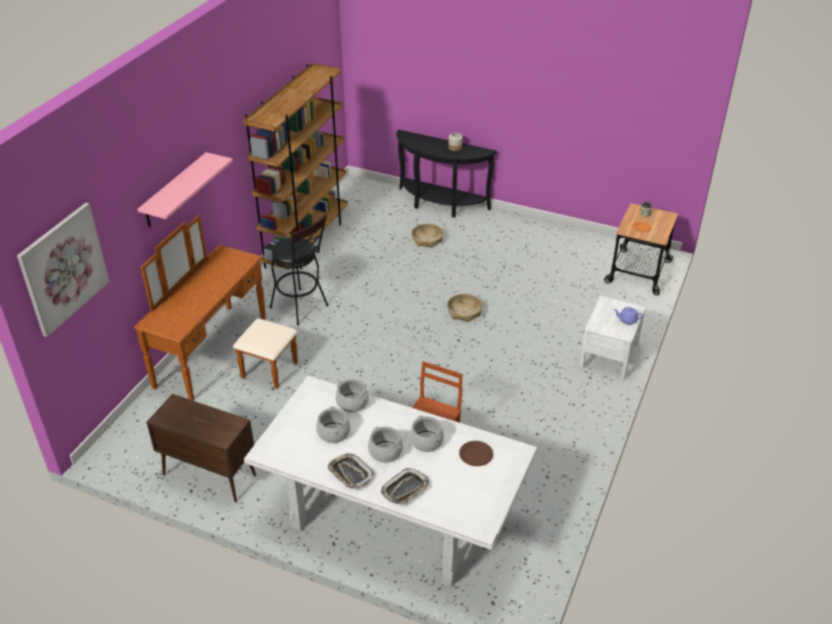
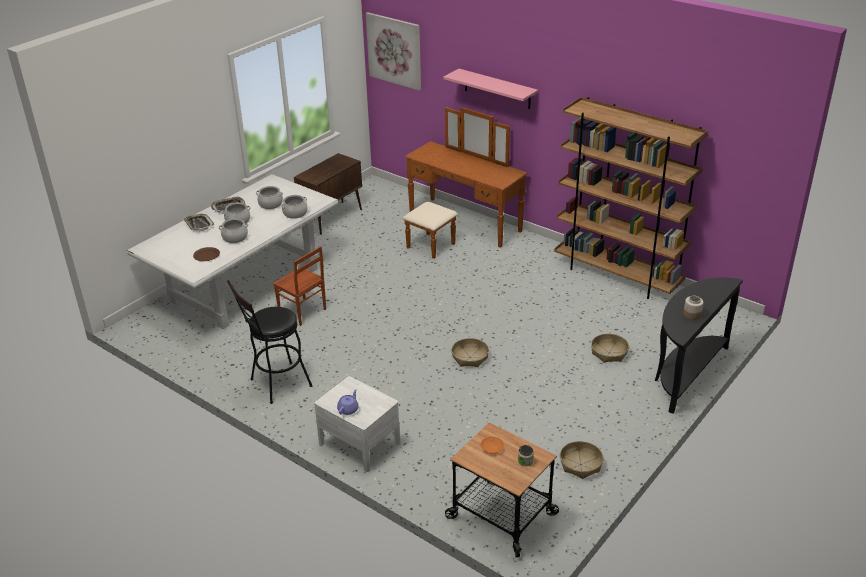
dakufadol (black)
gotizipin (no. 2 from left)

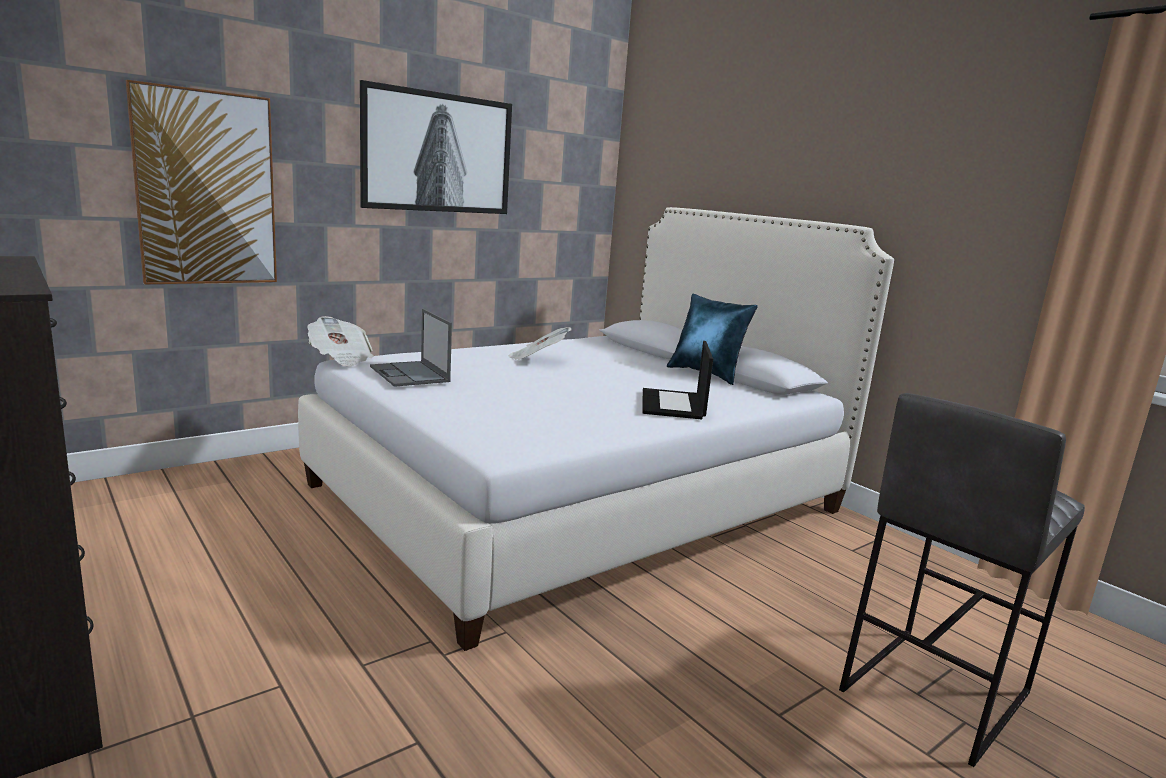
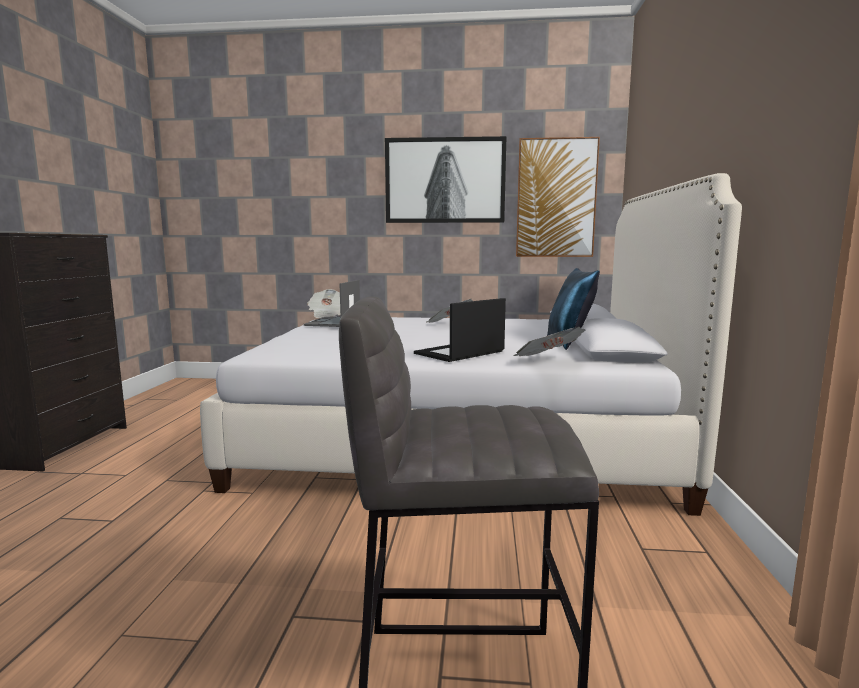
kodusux (no. 2 from left)
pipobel (no. 3 from left)

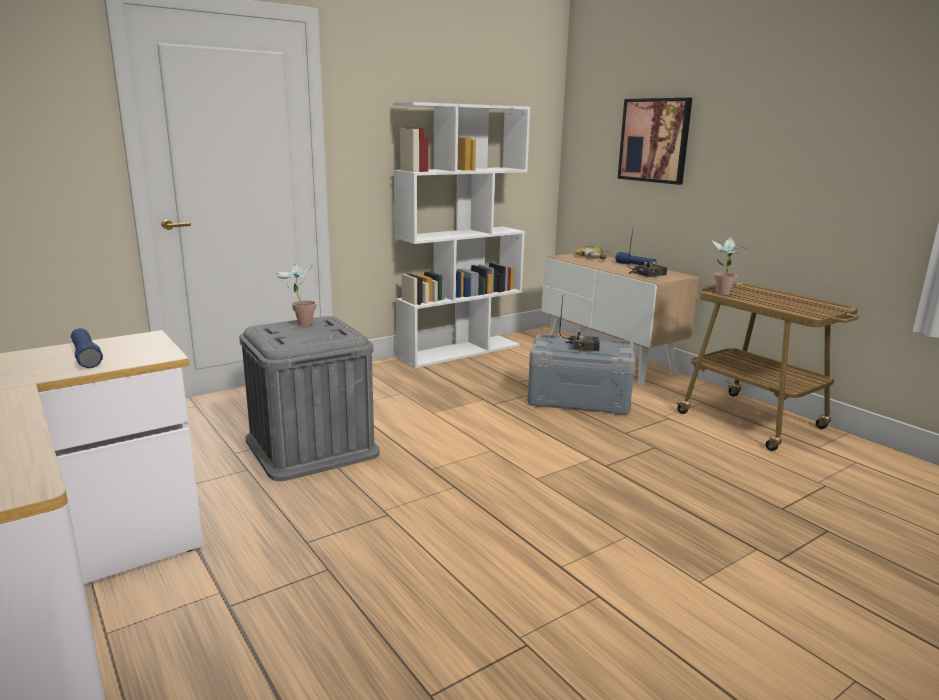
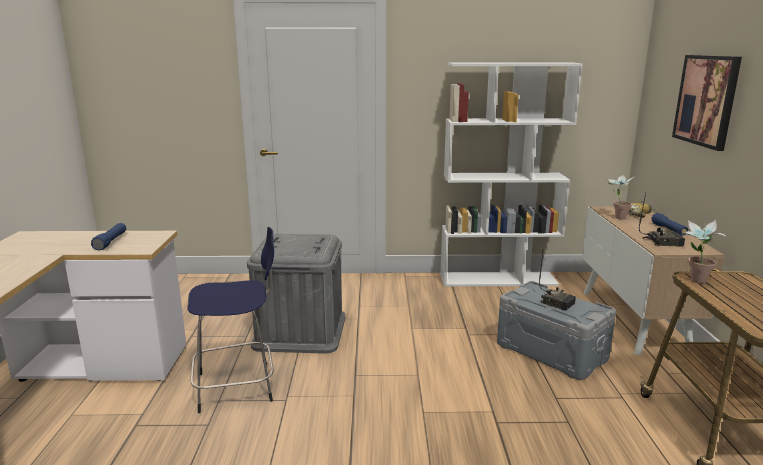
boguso (no. 1 from left)
dakufadol (blue)

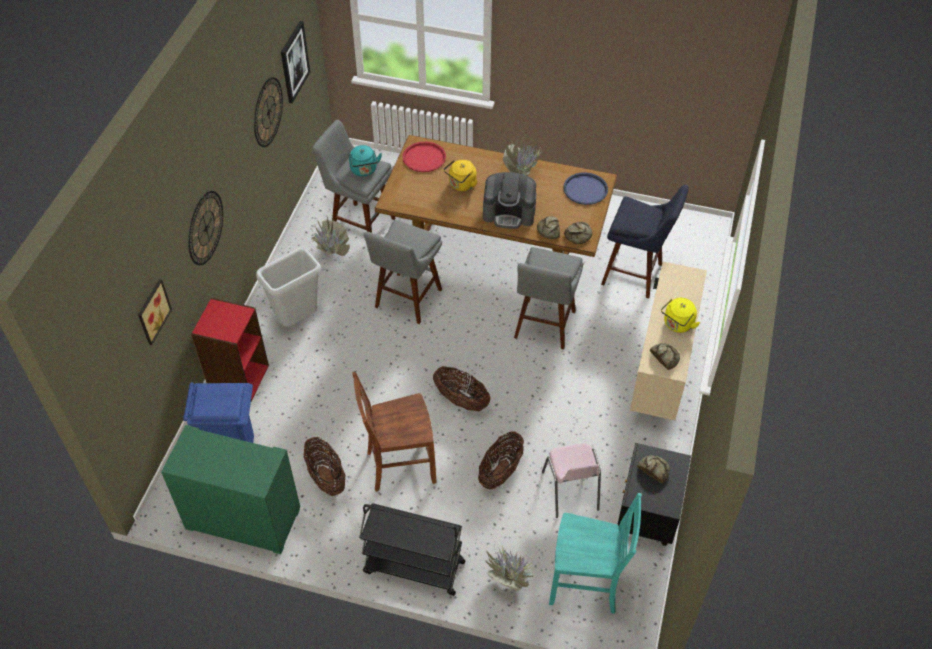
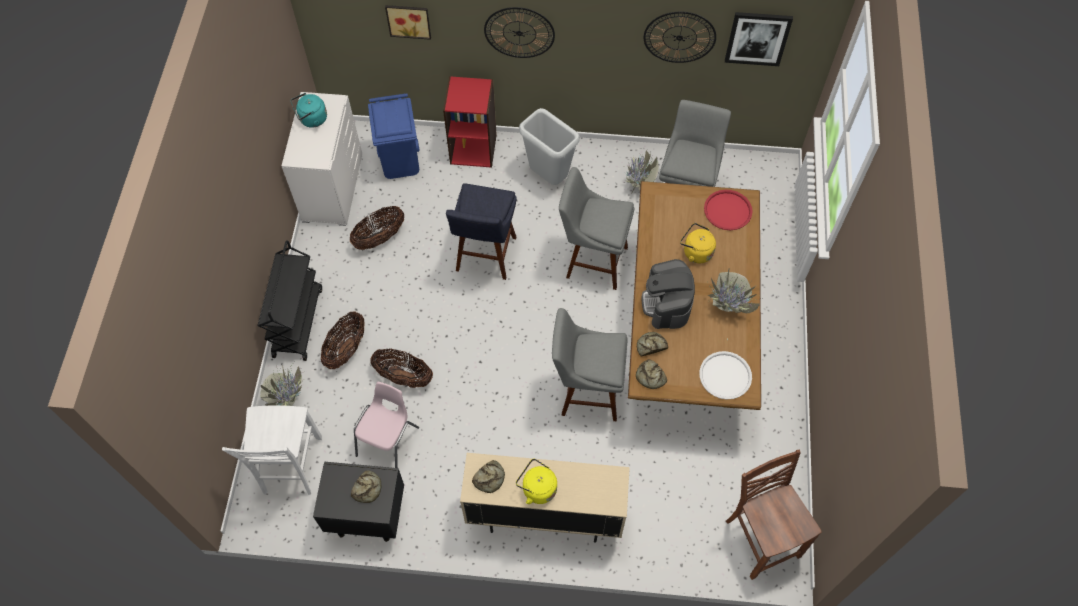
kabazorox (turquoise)
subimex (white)
dakufadol (blue)
gotizipin (no. 1 from left)
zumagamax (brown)
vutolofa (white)
zumagamax (pink)
zumagamax (white)

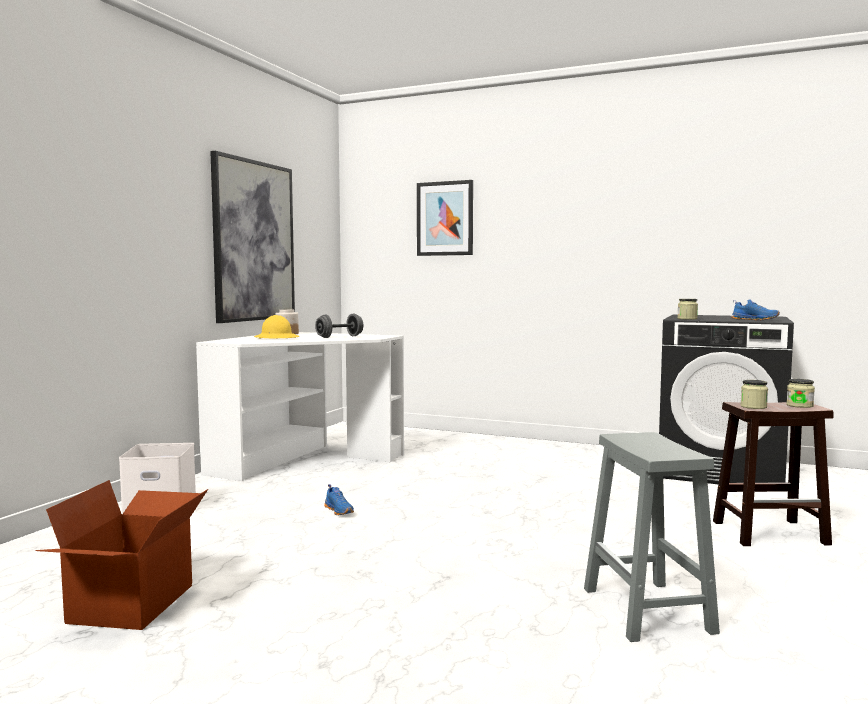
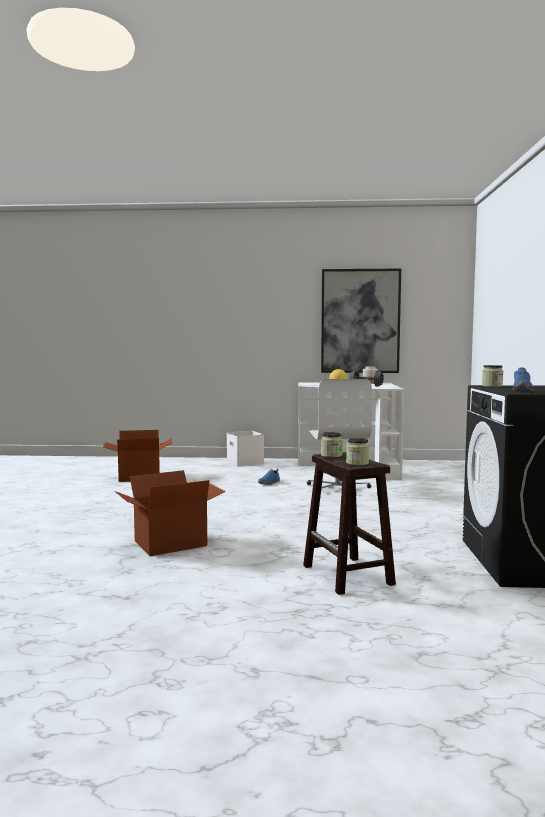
kodusux (no. 2 from left in the first image)
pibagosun (no. 2 from left)
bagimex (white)

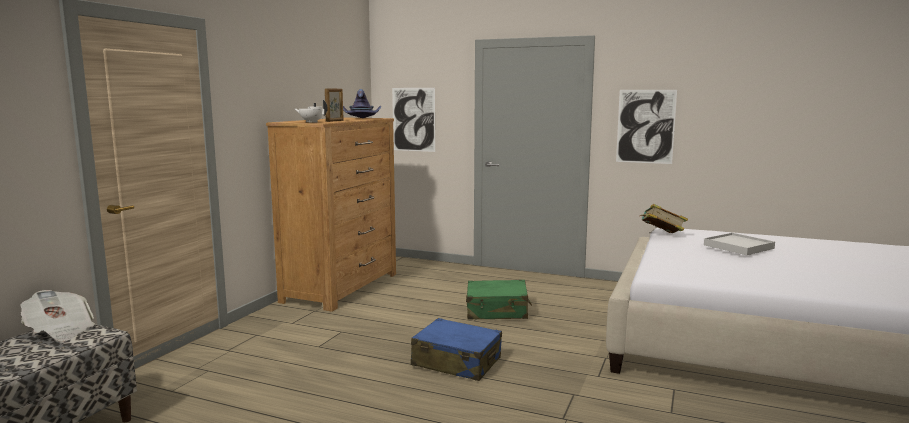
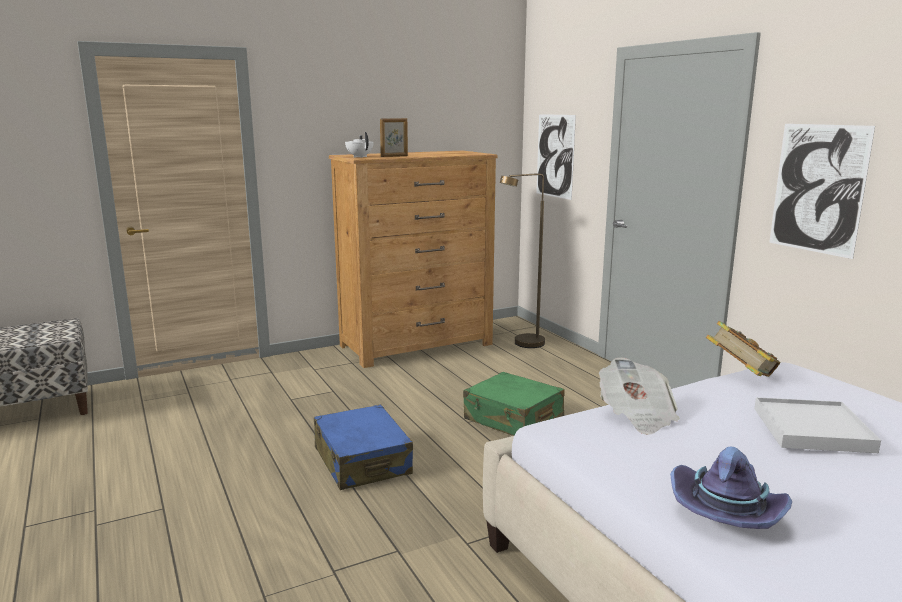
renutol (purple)
pipobel
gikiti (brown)

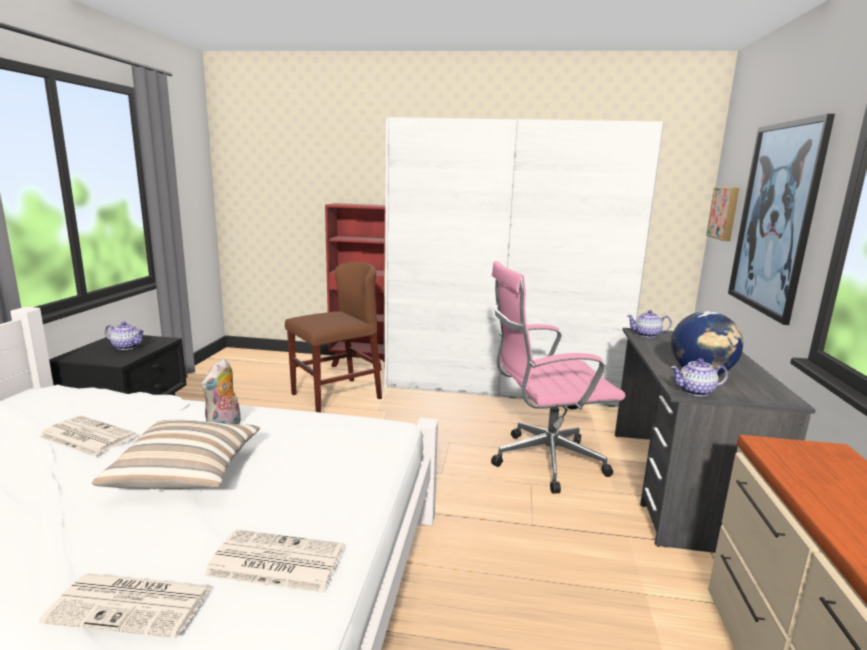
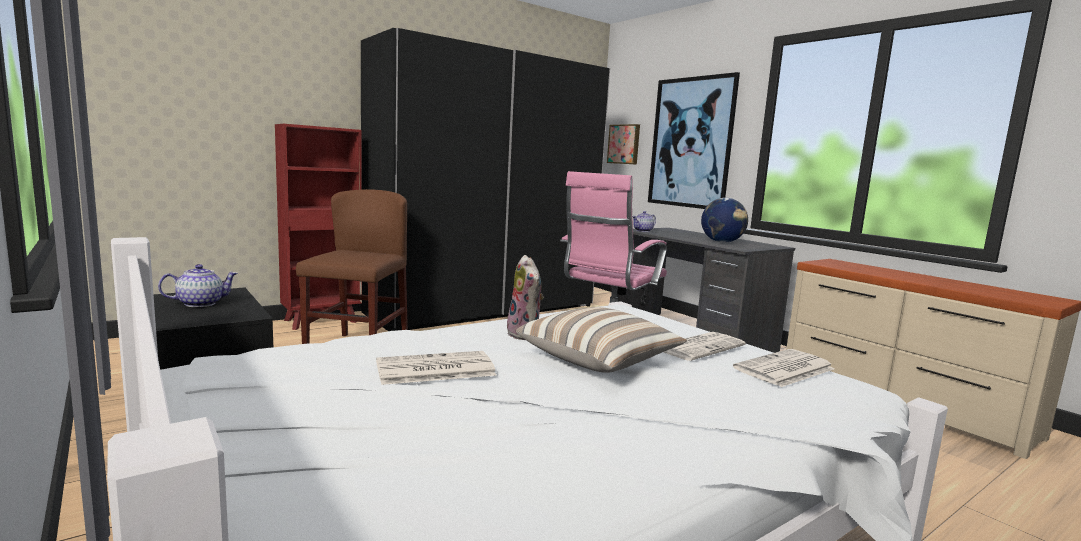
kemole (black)
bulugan (no. 3 from left in the first image)
pipobel (no. 2 from left)

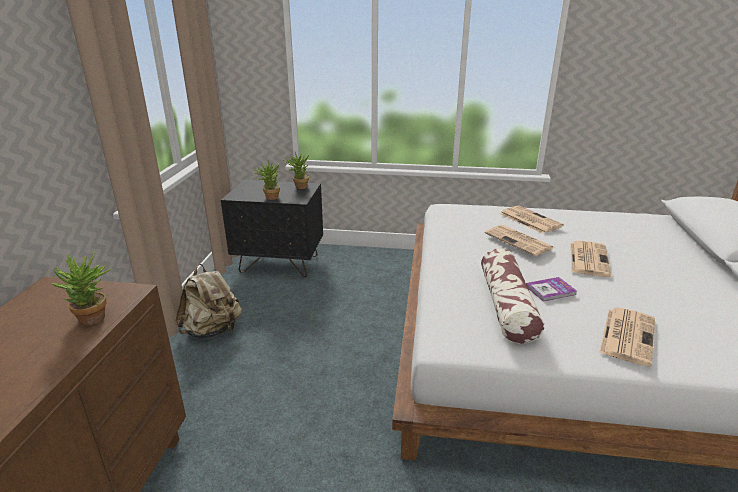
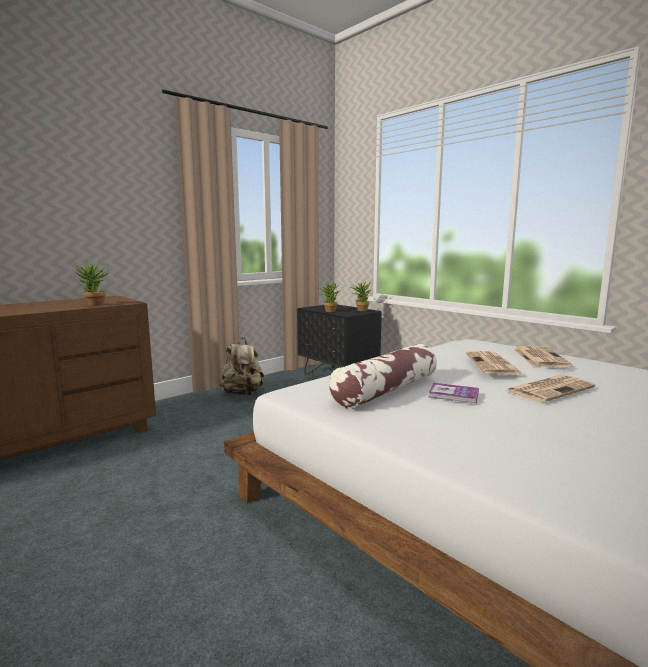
pipobel (no. 4 from left in the first image)

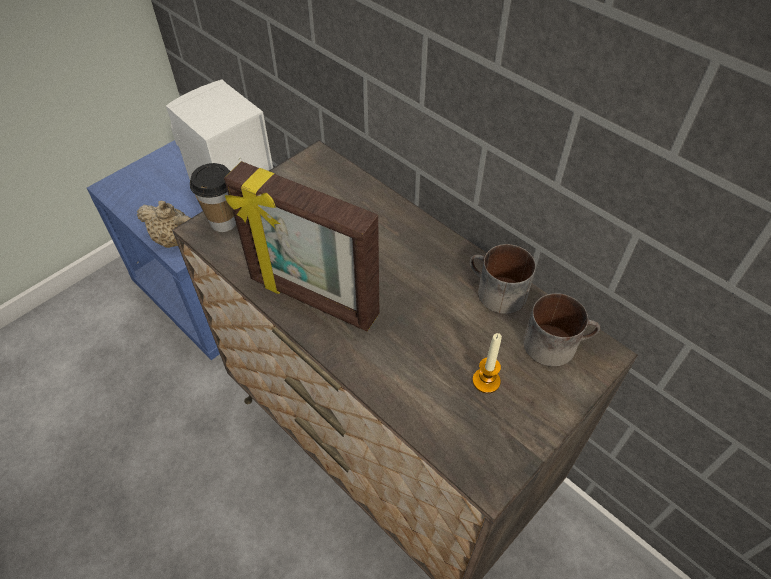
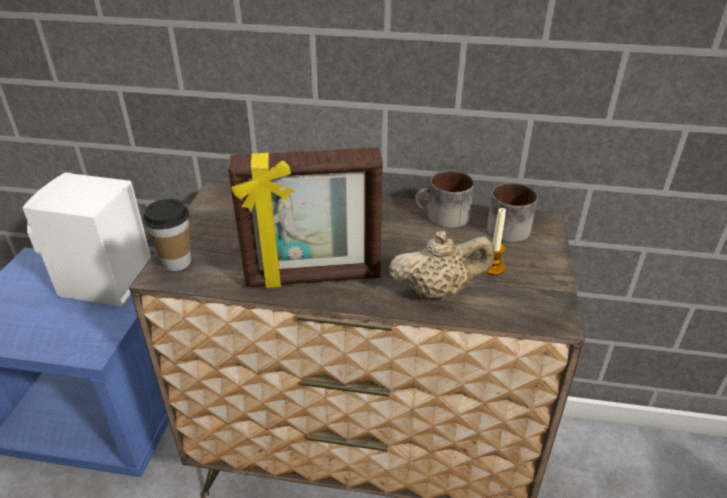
bulugan (beige)

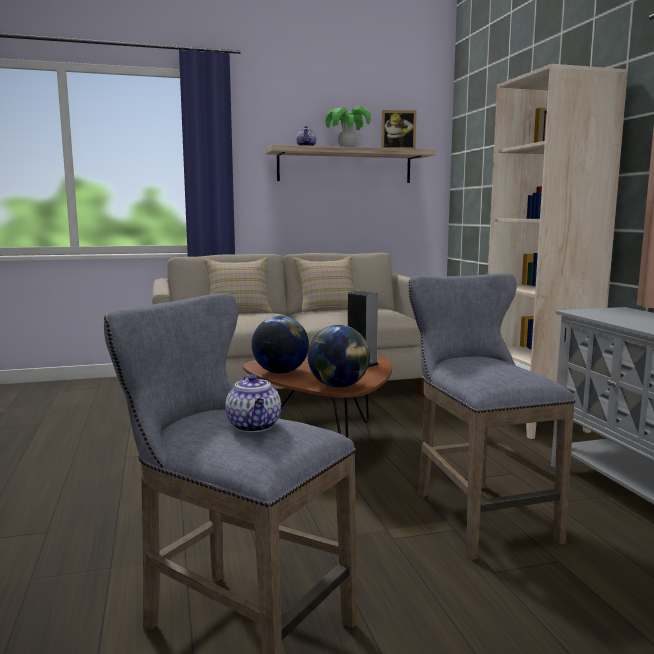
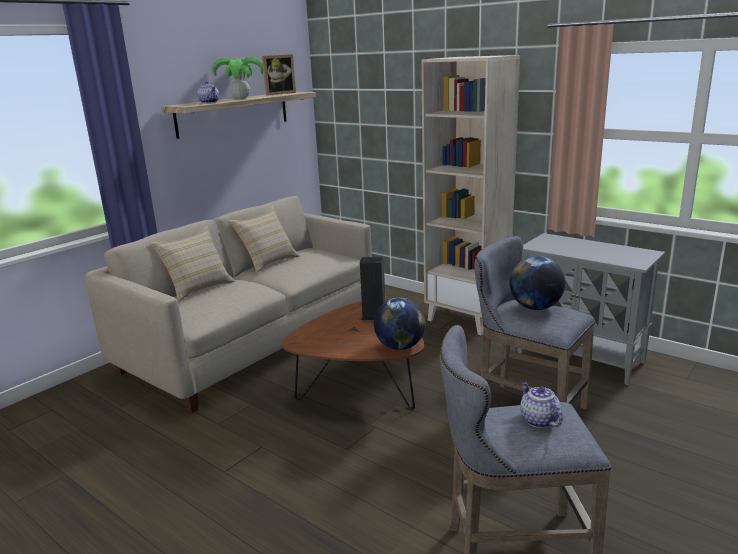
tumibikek (no. 2 from left)
bulugan (no. 2 from left)

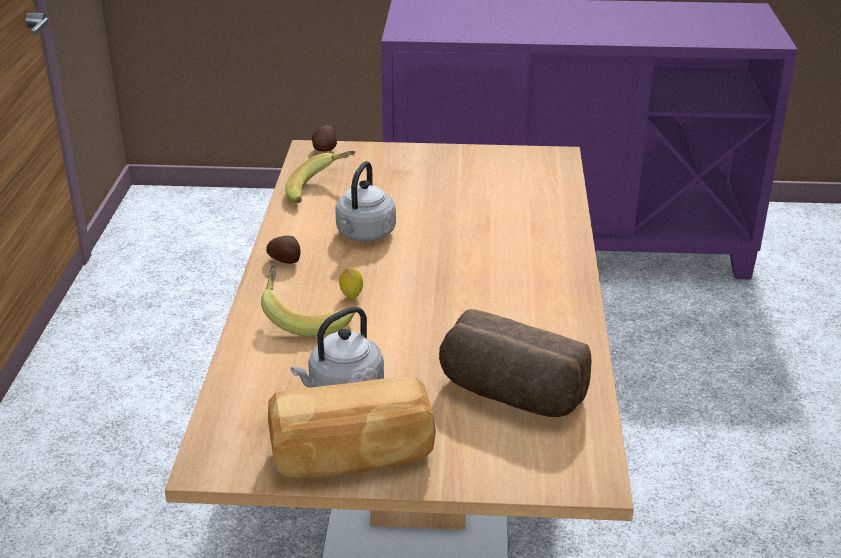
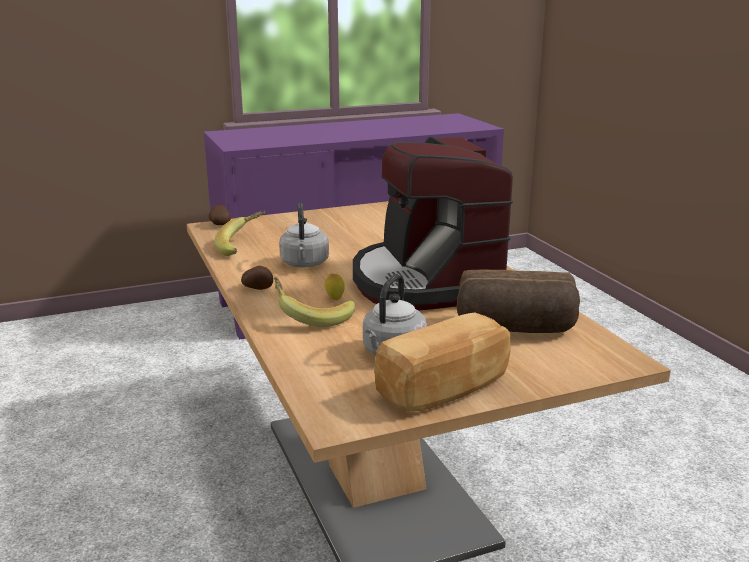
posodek

